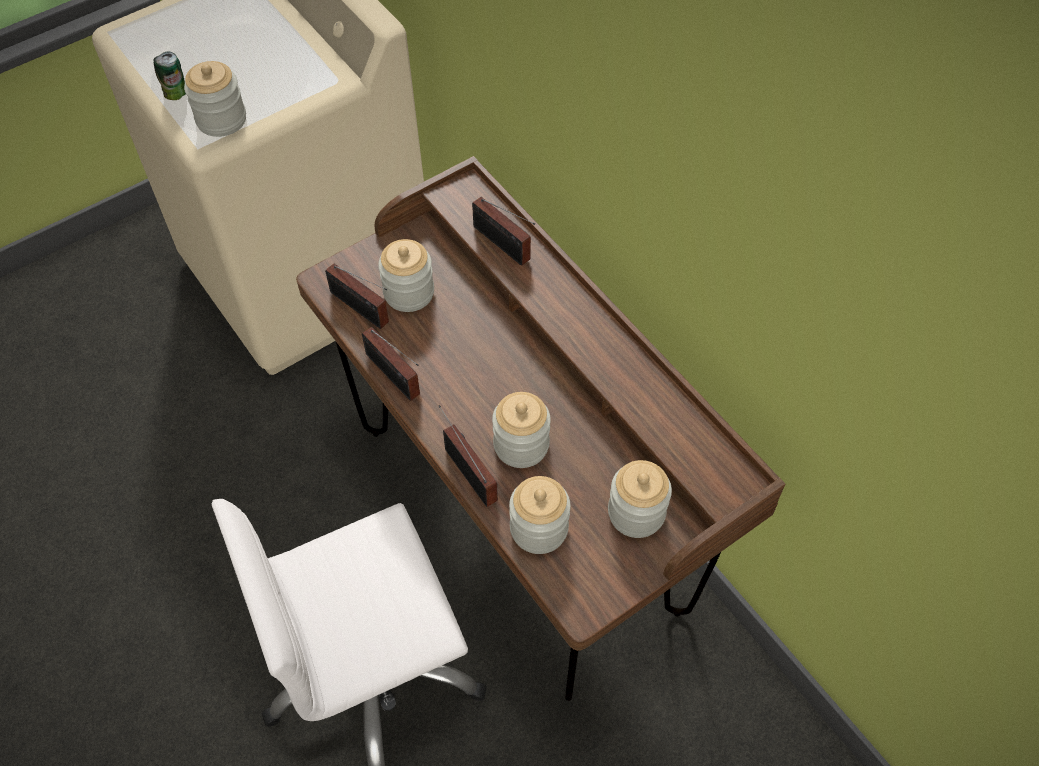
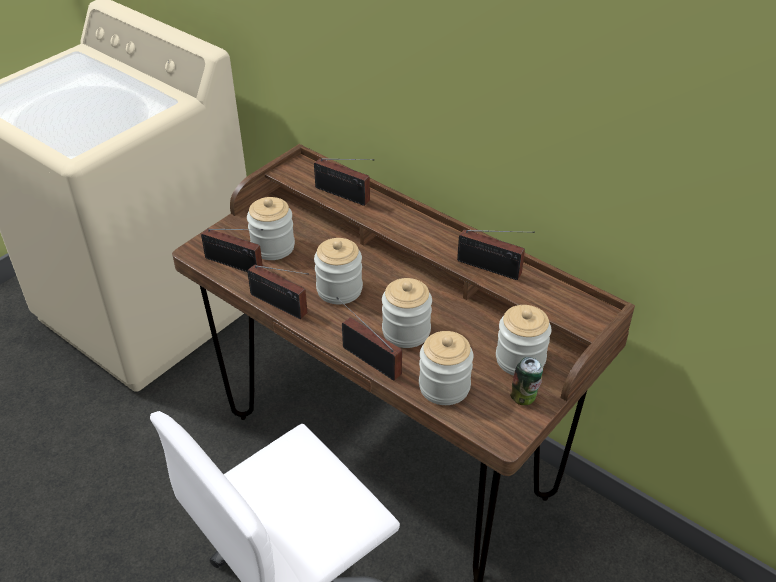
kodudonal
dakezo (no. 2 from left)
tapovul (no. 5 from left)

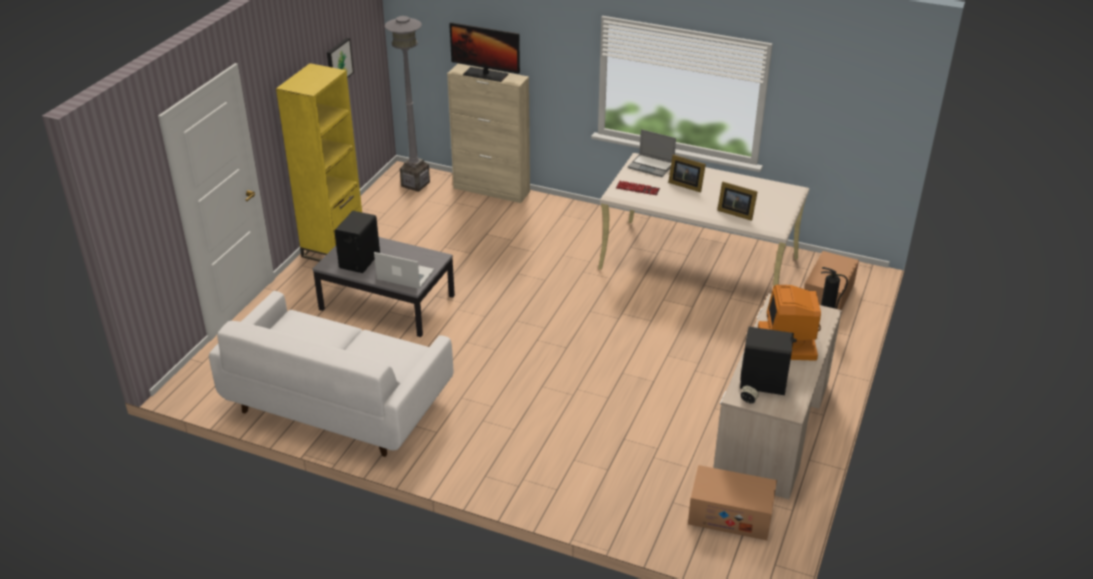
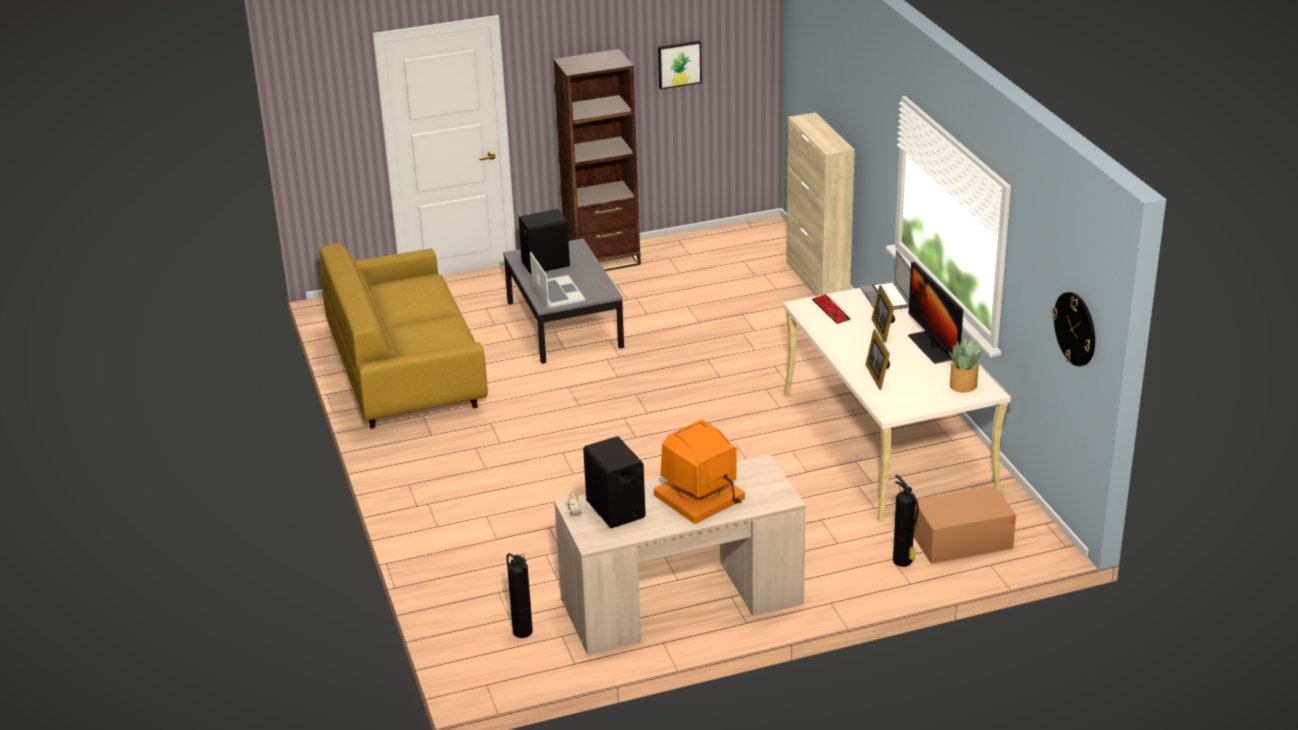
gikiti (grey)
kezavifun (no. 2 from left)
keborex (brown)
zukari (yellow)
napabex (no. 1 from left)
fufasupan
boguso

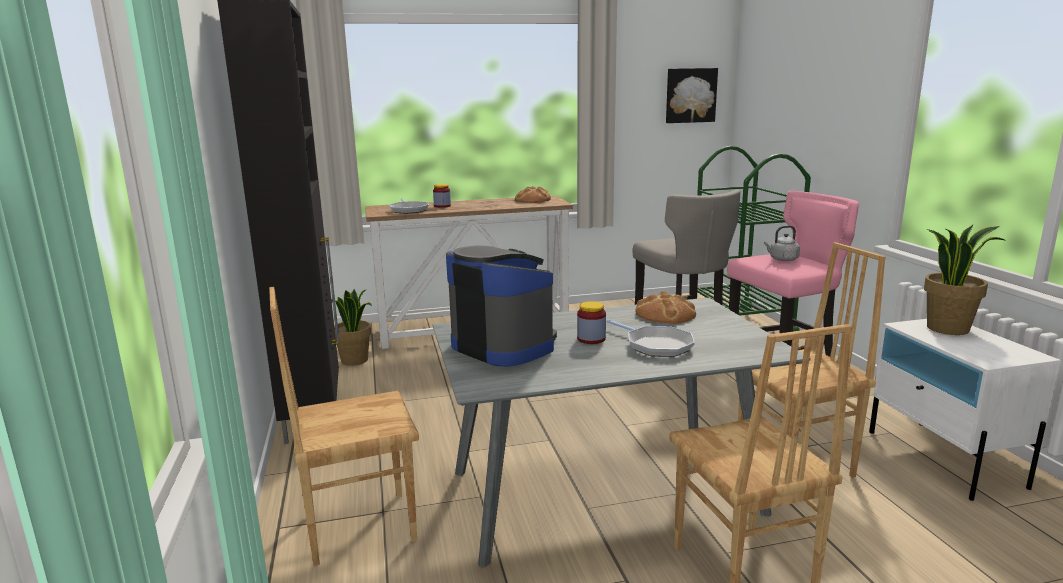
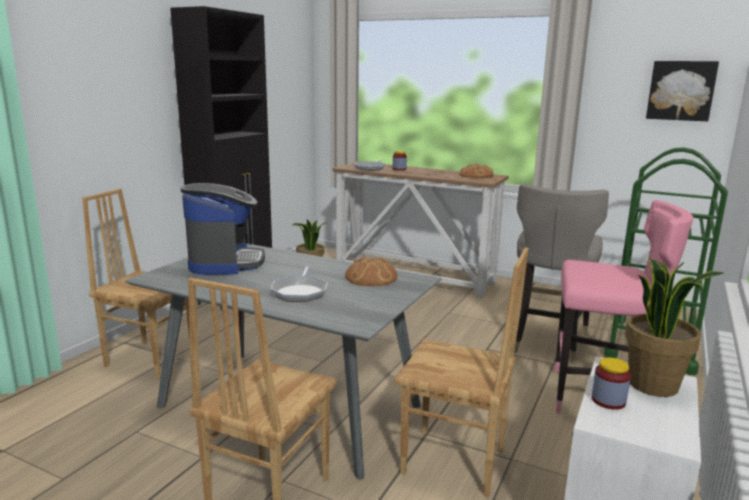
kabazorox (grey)
dakezo (no. 2 from left)

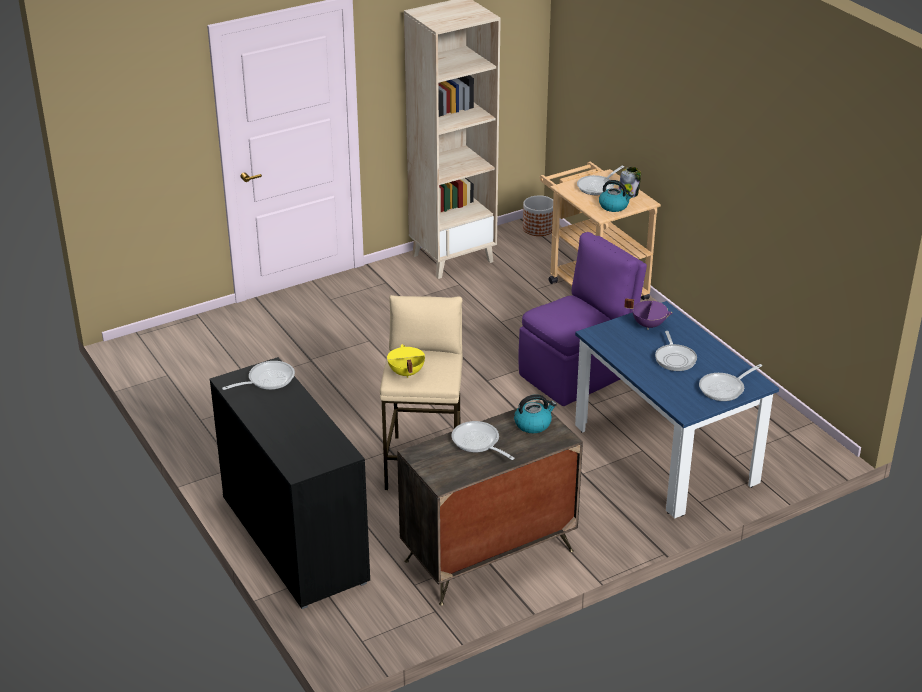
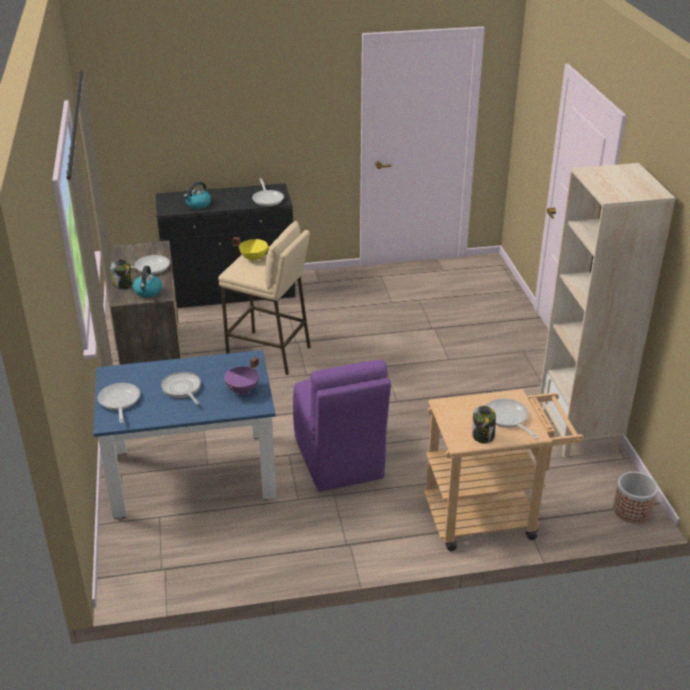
kabazorox (no. 2 from left)
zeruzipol (no. 3 from left)
dakezo (no. 1 from left)

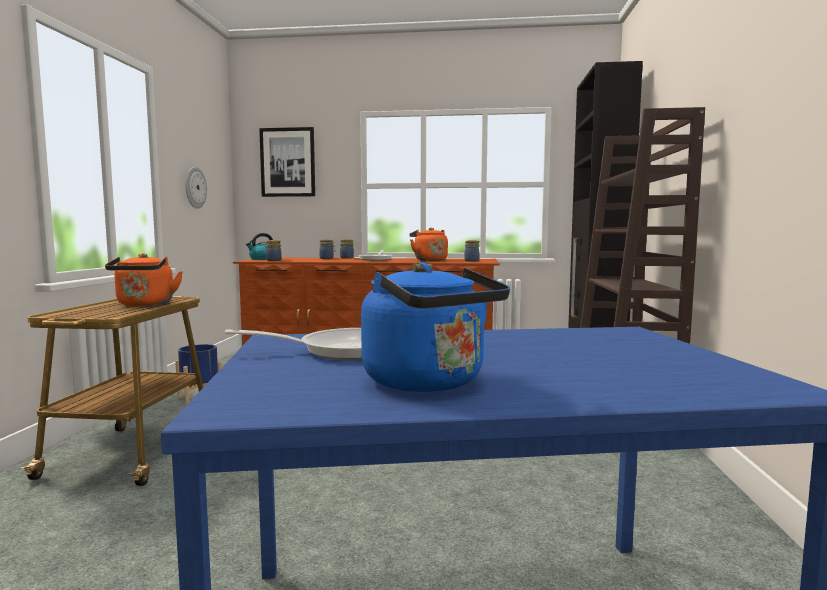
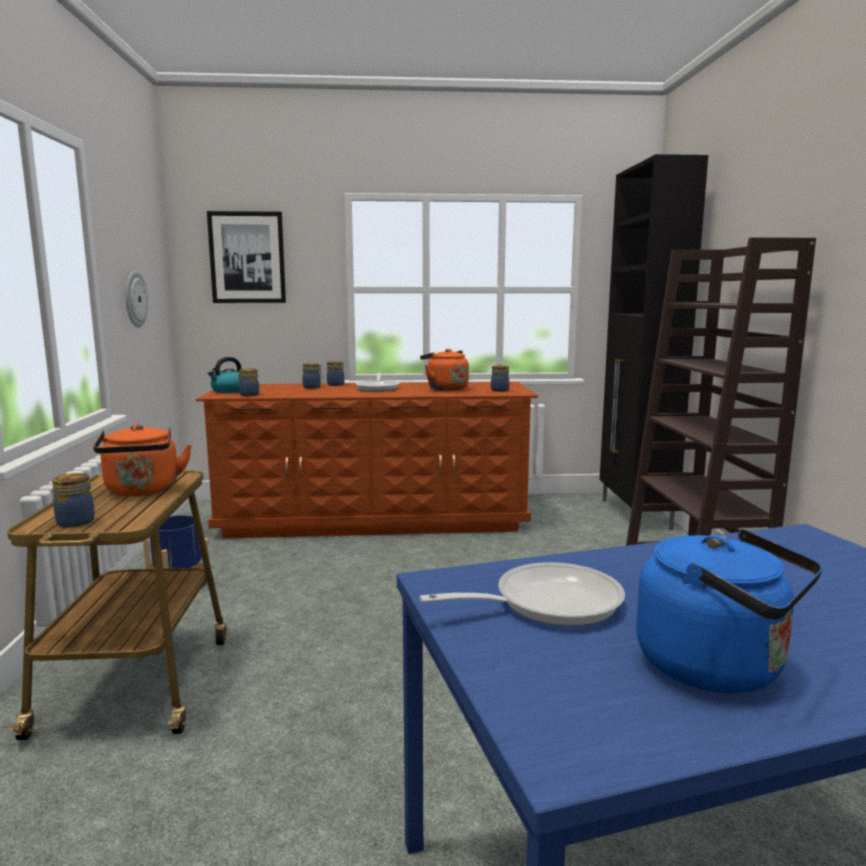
dakezo (no. 1 from left)

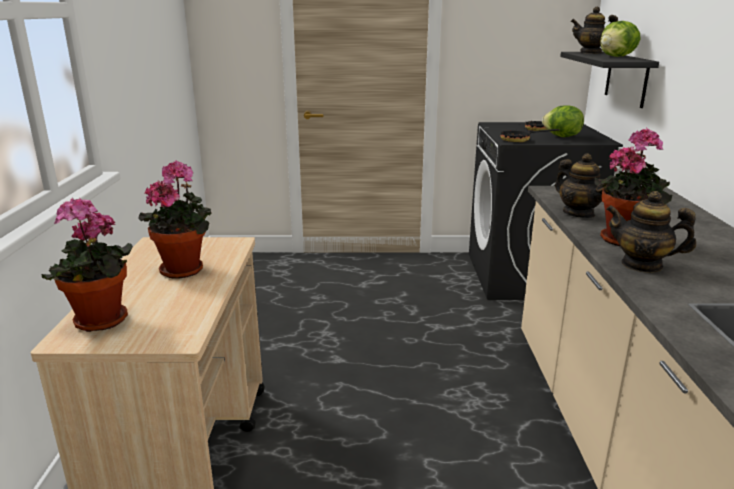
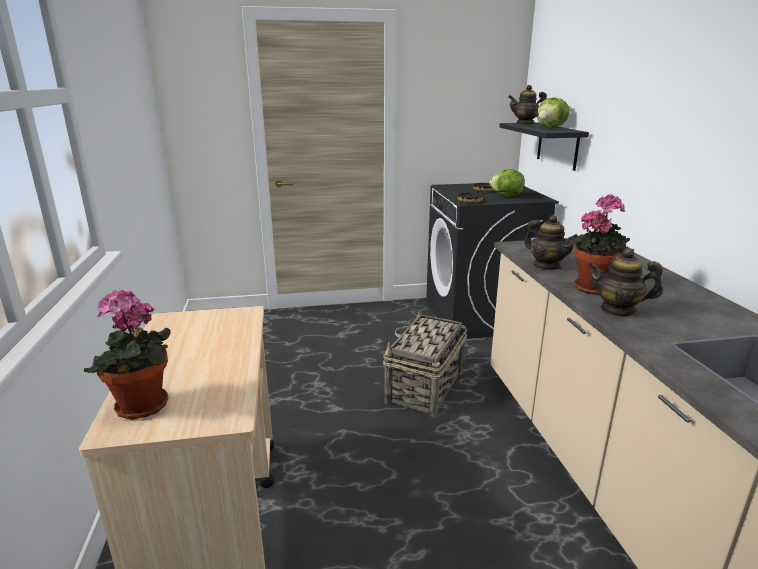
boguso (no. 2 from left in the first image)
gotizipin

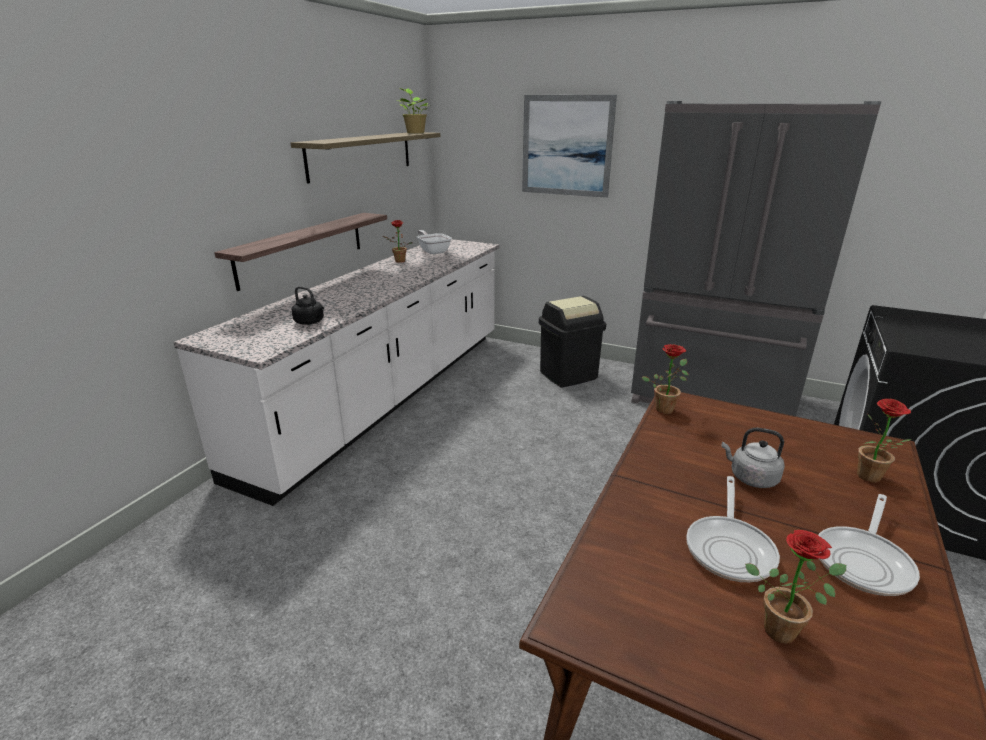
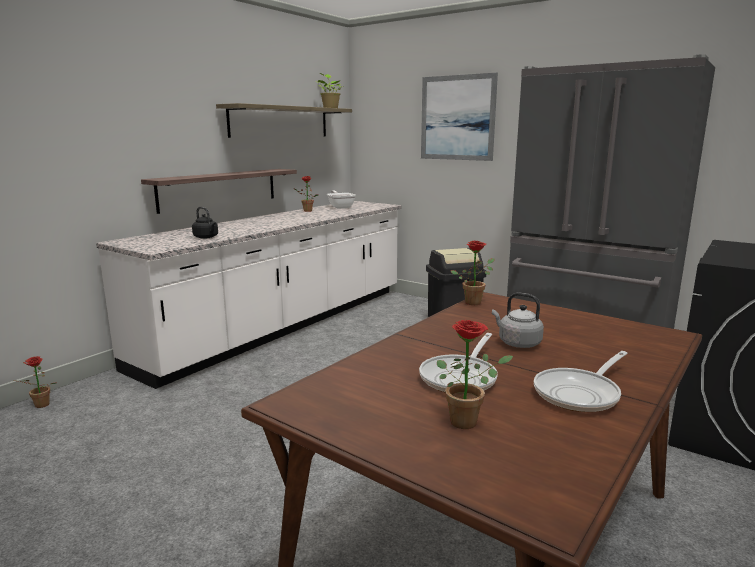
boguso (no. 1 from left)

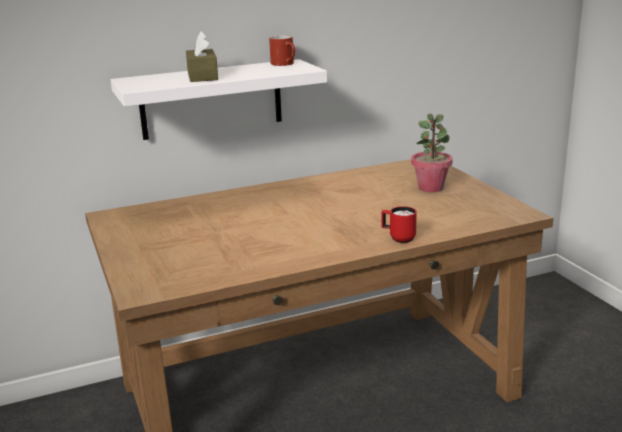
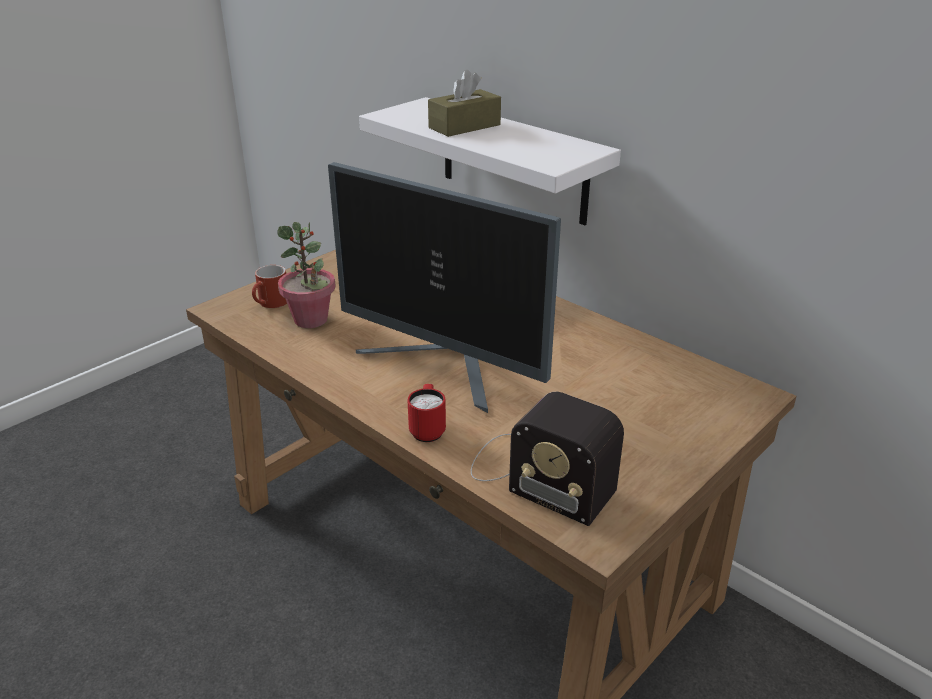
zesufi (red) (no. 1 from left)
boguso
kezavifun
tapovul

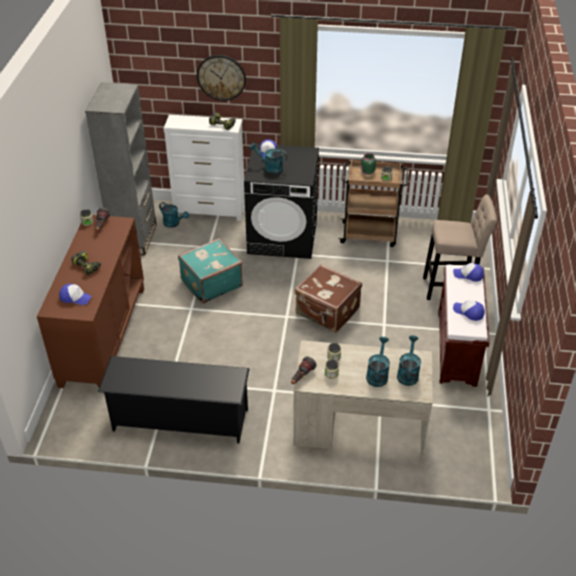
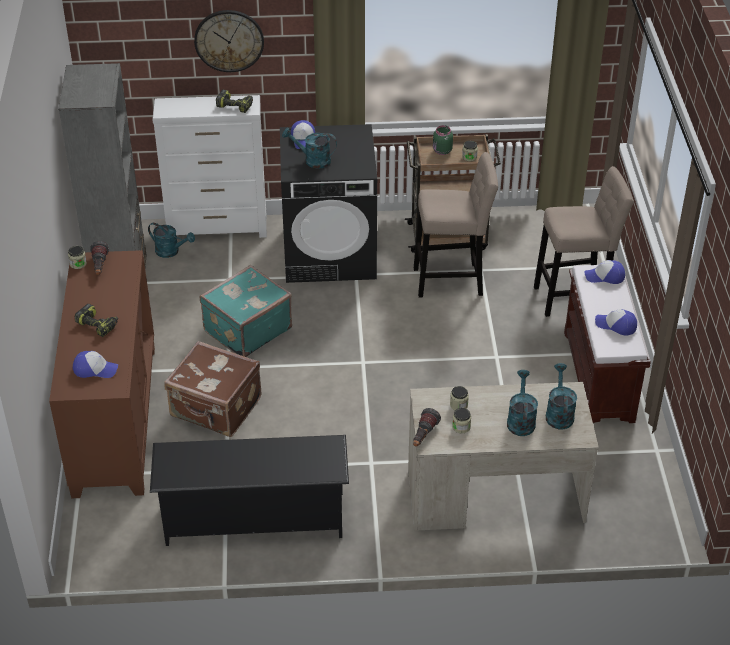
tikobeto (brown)
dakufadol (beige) (no. 1 from left)

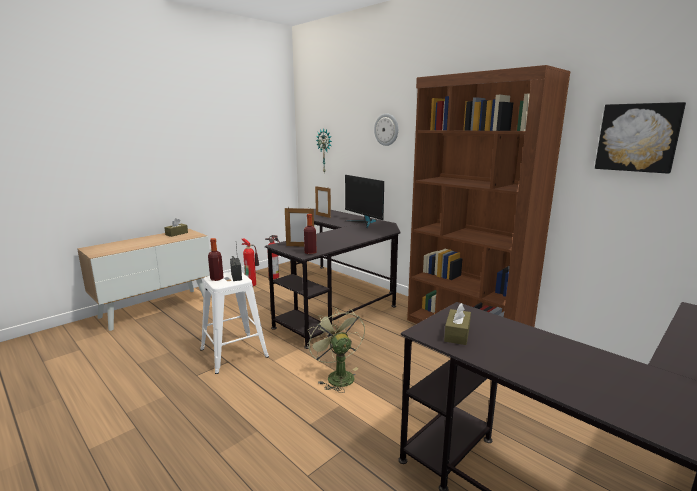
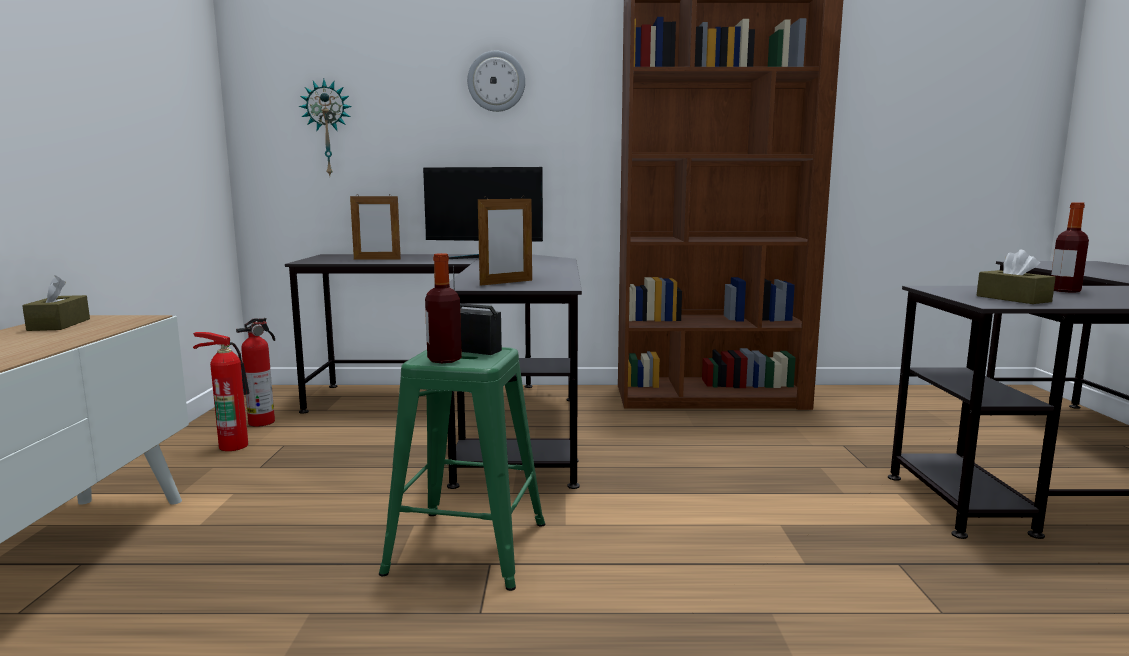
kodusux
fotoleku (no. 2 from left)
dakufadol (green)
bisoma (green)

